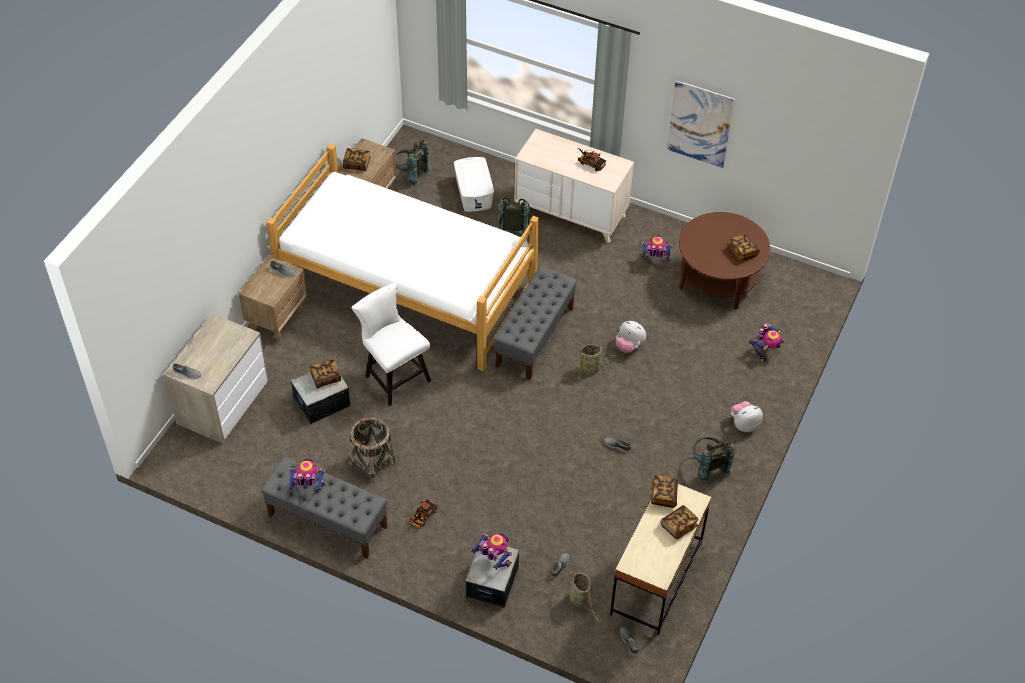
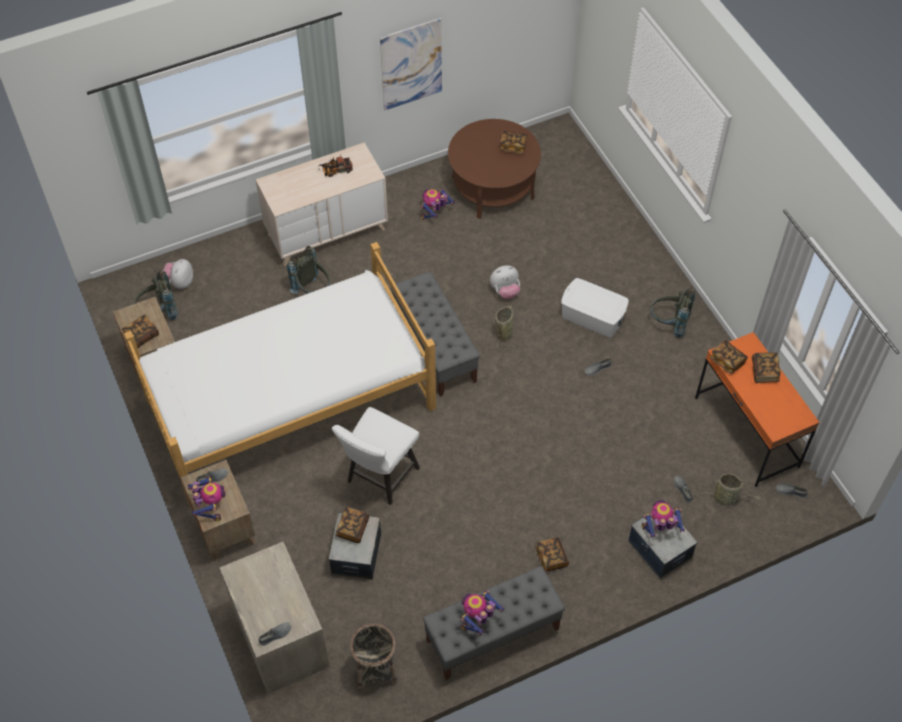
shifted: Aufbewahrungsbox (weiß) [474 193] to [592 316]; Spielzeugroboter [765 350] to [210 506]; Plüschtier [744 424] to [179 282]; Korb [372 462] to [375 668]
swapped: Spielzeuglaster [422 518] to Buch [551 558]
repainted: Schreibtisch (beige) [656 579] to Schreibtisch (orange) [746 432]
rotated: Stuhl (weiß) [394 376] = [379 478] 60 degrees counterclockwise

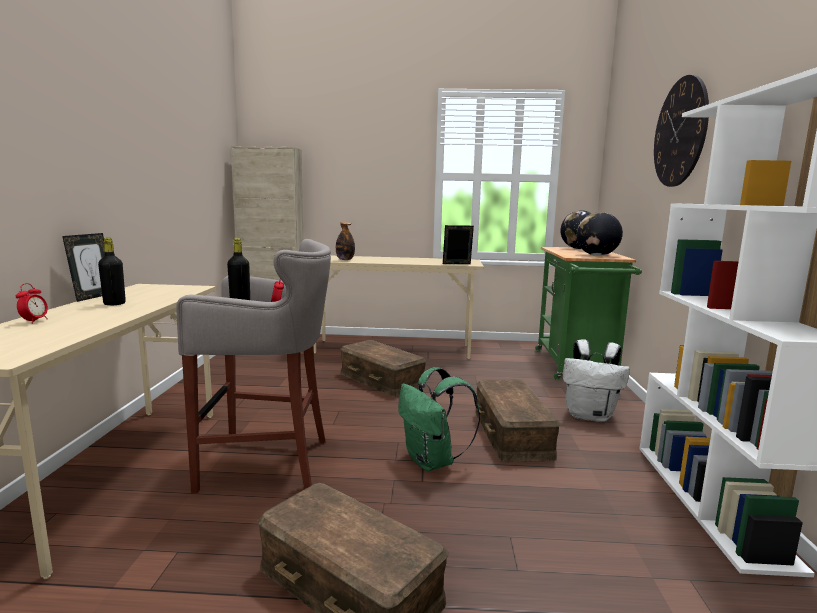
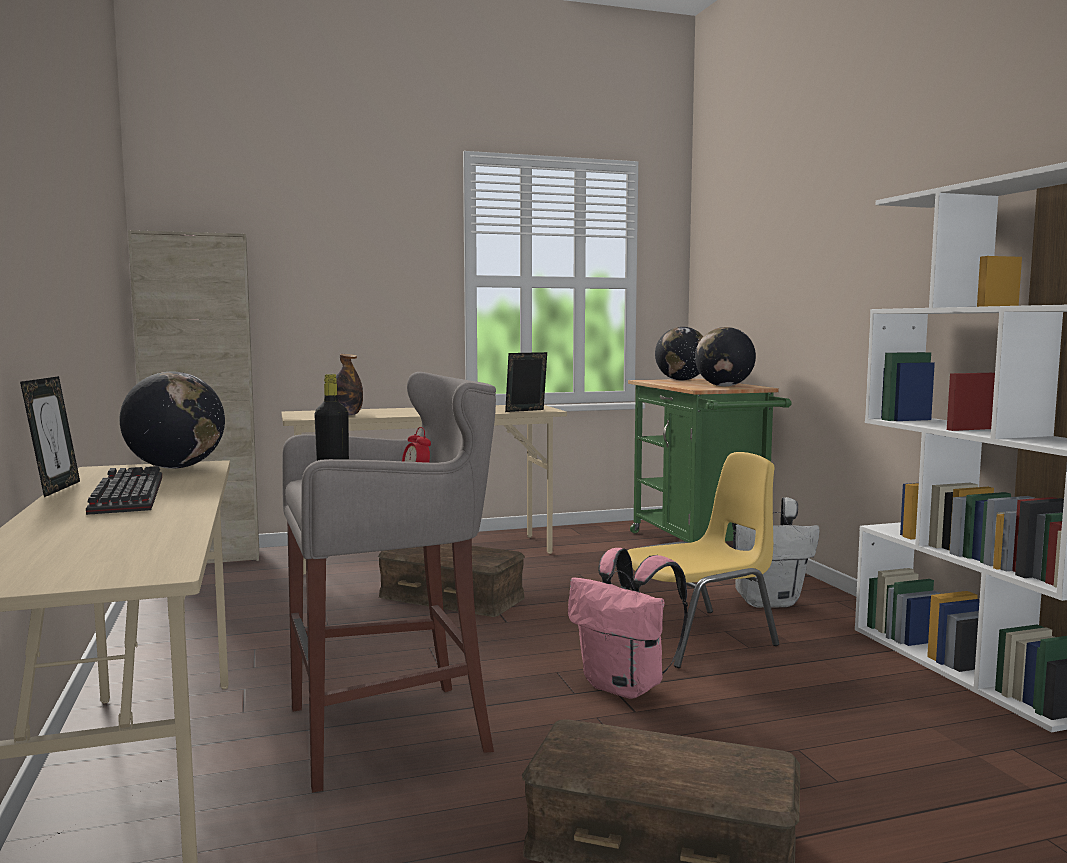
gone: Wanduhr [680 132]; Wecker [34 321]
new: Globus [176 467]
swapped: Flasche (schwarz) [114 304] to Tastatur [124 494]; Aufbewahrungsbox (braun) [513 433] to Stuhl (gelb) [696 637]
repainted: Rucksack (grün) [432 462] to Rucksack (rosa) [626 687]

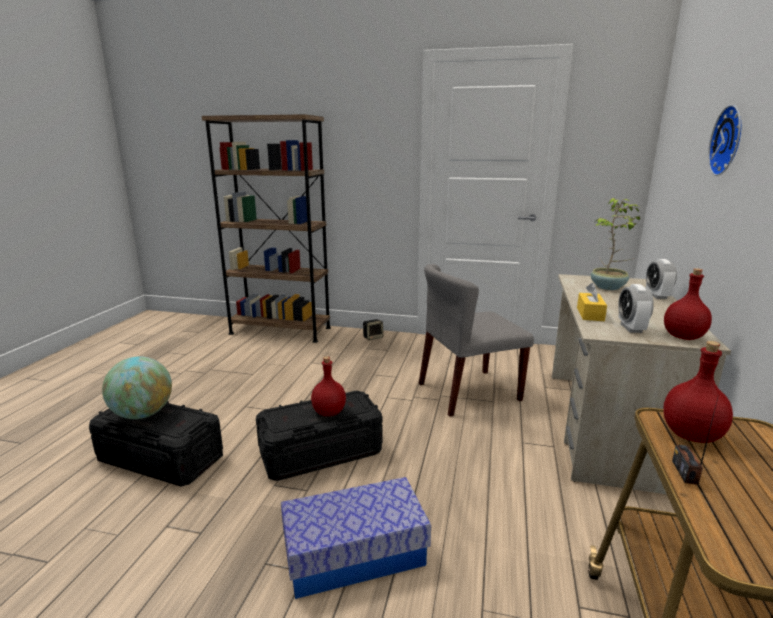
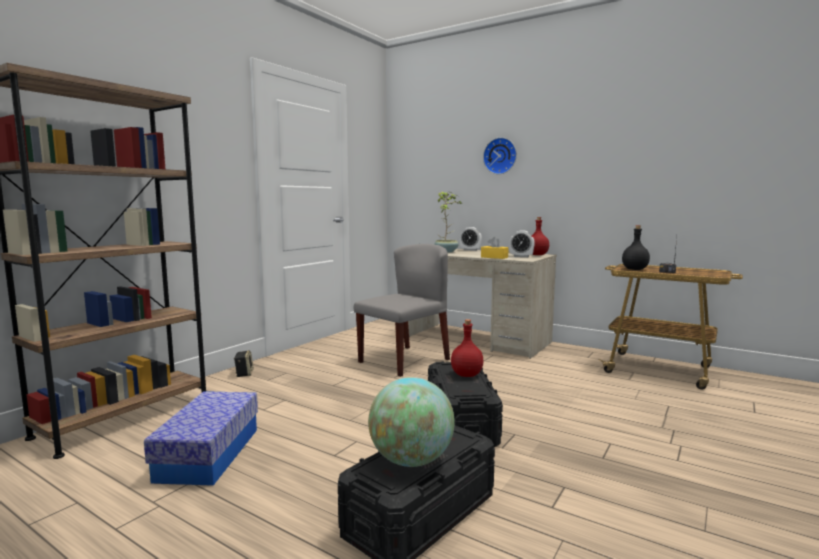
shifted: Aufbewahrungsbox [355 553] to [209 454]
repainted: Flasche (rot) [691 435] to Flasche (schwarz) [635 269]
rotated: Stuhl (grau) [468 392] = [404 360] 135 degrees counterclockwise

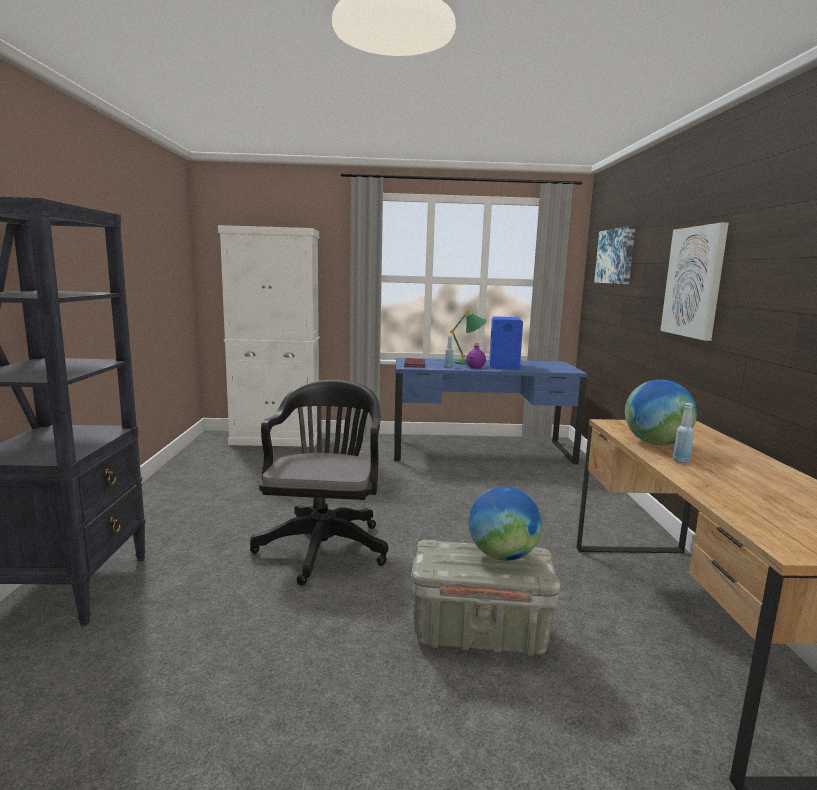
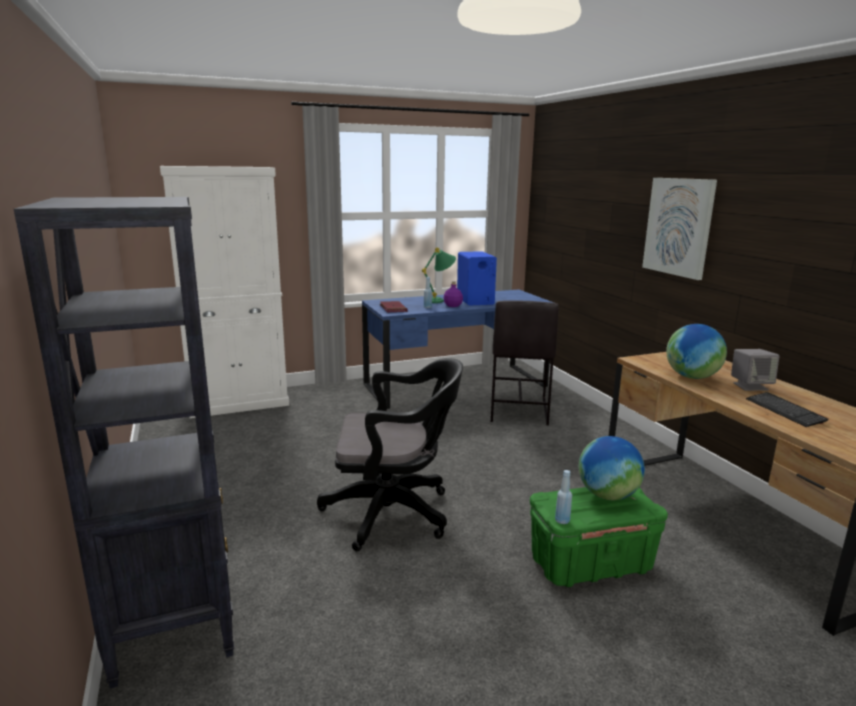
gone: Bild [616 256]
new: Hocker (grau) [518 410]; Lautsprecher (grau) [750 386]; Tastatur [784 411]
shifted: Flasche (blau) [680 461] to [562 520]
repainted: Aufbewahrungsbox (grau) [479 633] to Aufbewahrungsbox (grün) [590 564]
rotated: Bürostuhl (schwarz) [324 545] = [394 513] 105 degrees clockwise

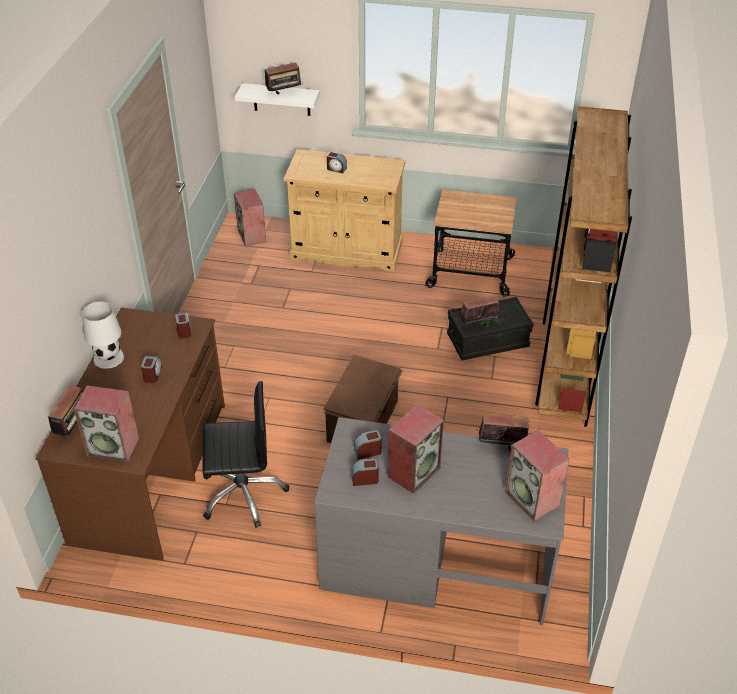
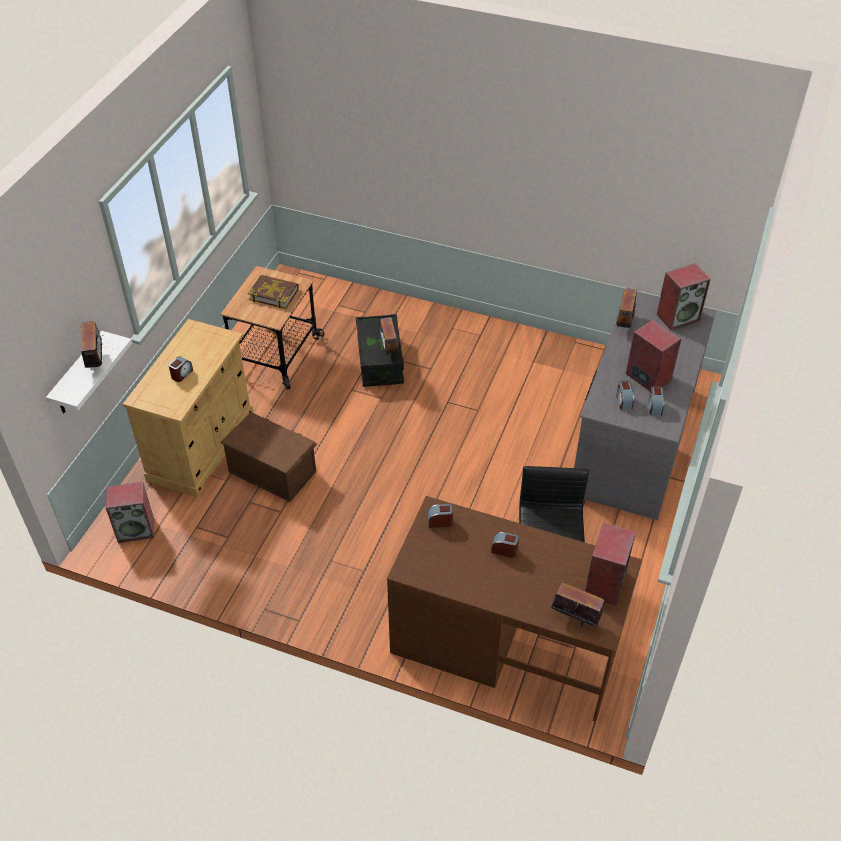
gone: Bücherregal (braun) [564 365]; Tischlampe (weiß) [108 358]
new: Buch [274 294]
shifted: Aufbewahrungsbox (braun) [364 421] to [272 470]

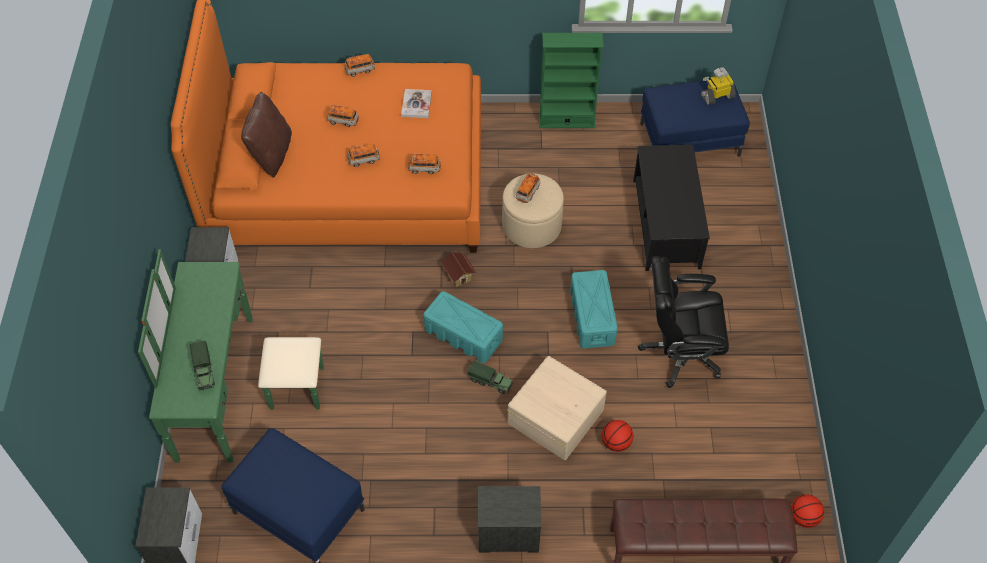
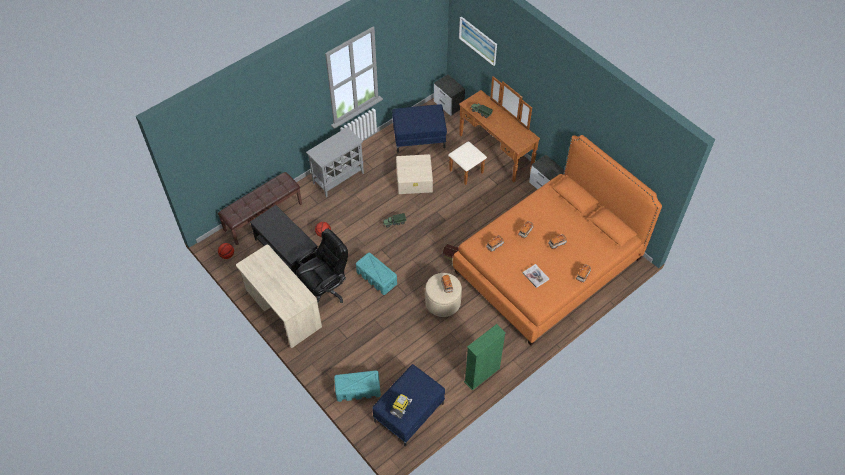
gone: Kissen (braun) [271 154]
new: Bild [478 40]; Schreibtisch (beige) [282 309]
shifted: Couchtisch (schwarz) [665 223] to [287 250]; Aufbewahrungsbox (türkis) [463 335] to [358 390]; Aufbewahrungsbox (beige) [555 415] to [414 180]
swapped: Nachttisch [507 532] to Schrank (grau) [338 178]
repainted: Kommode (grün) [234 387] to Kommode (braun) [489 156]

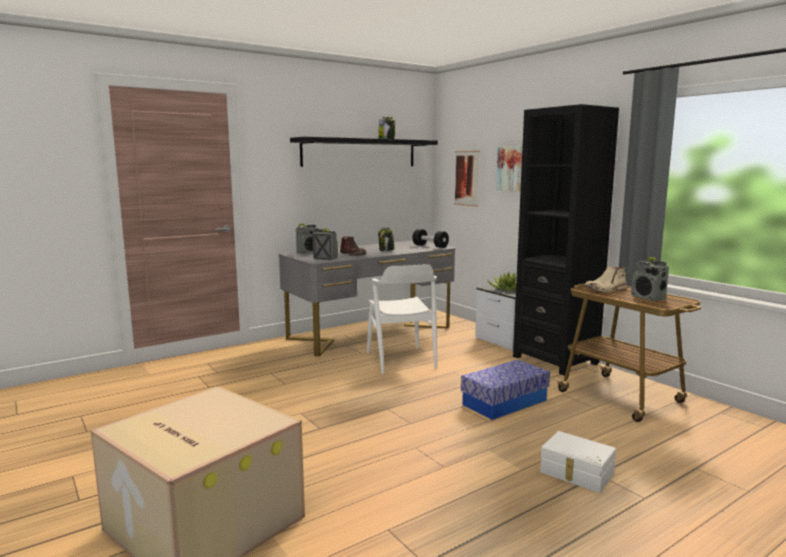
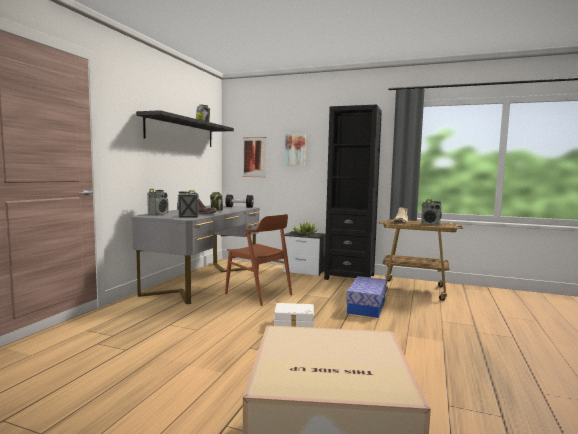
shifted: Aufbewahrungsbox (weiß) [576 473] to [294 325]
repainted: Stuhl (weiß) [400 360] to Stuhl (braun) [258 294]

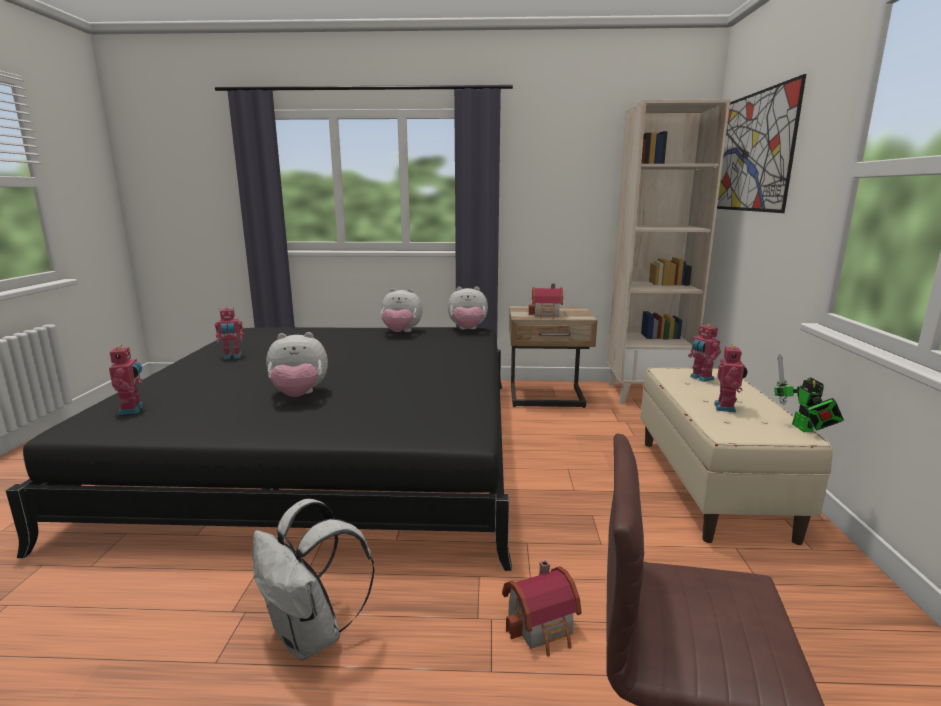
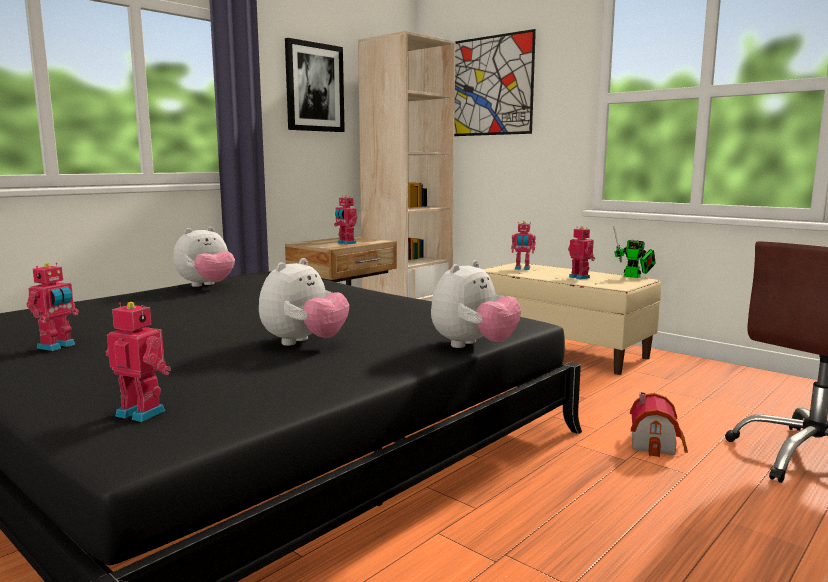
gone: Rucksack (weiß) [312 635]
new: Bild [314 87]
shifted: Plüschtier [467 330] to [473 346]
swapped: Spielzeughaus [547 314] to Spielzeugroboter [346 243]

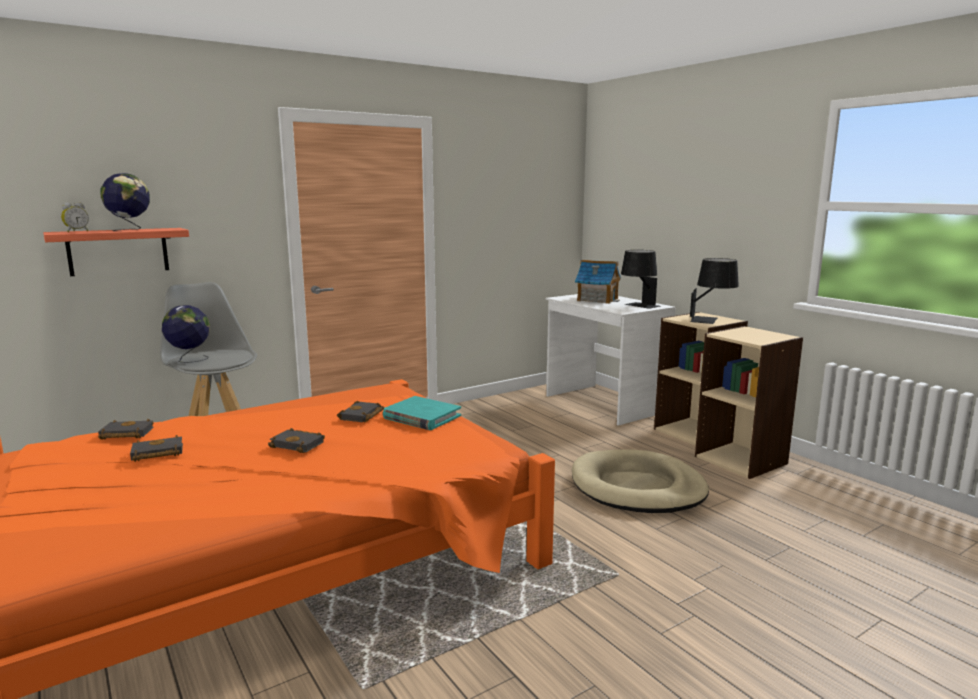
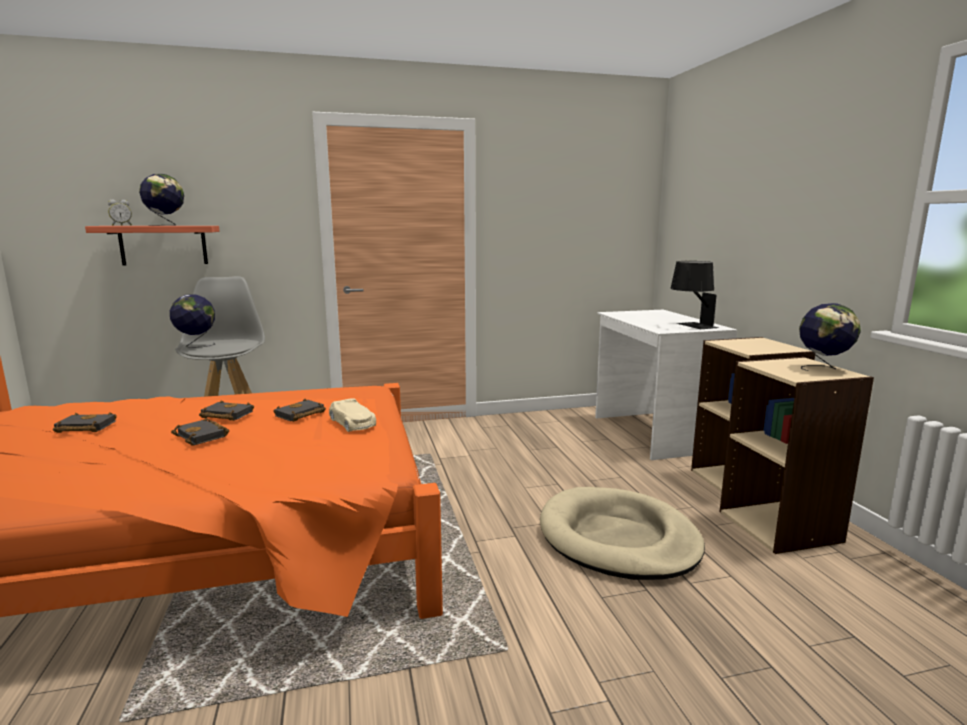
gone: Tischlampe (schwarz) [712 320]; Spielzeughaus [597 299]
new: Globus [823 368]
shifted: Buch (schwarz) [125 434] to [225 415]
swapped: Buch (türkis) [421 417] to Spielzeugauto (beige) [352 423]

